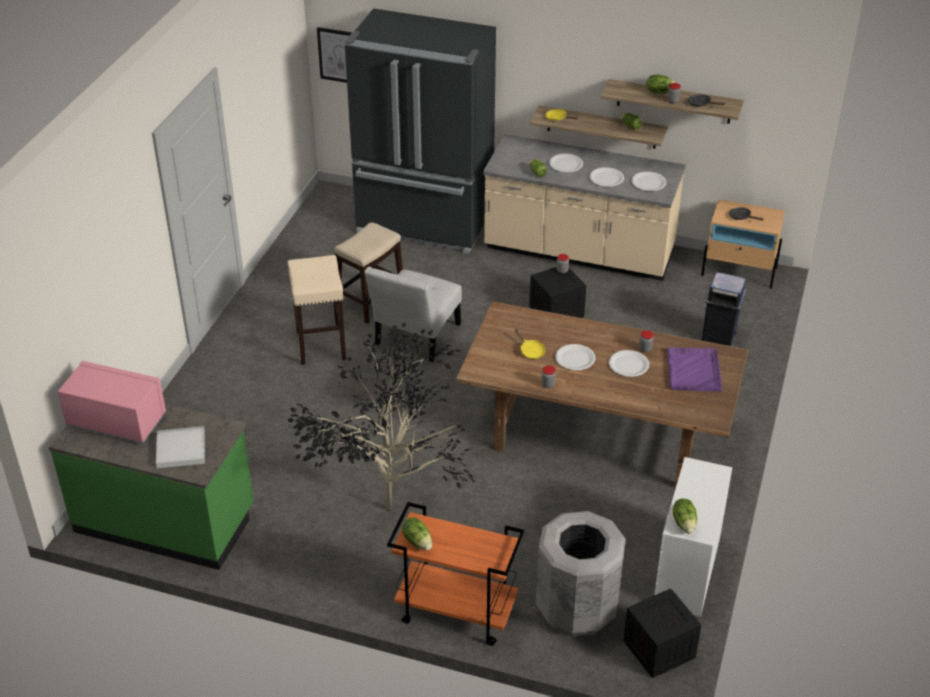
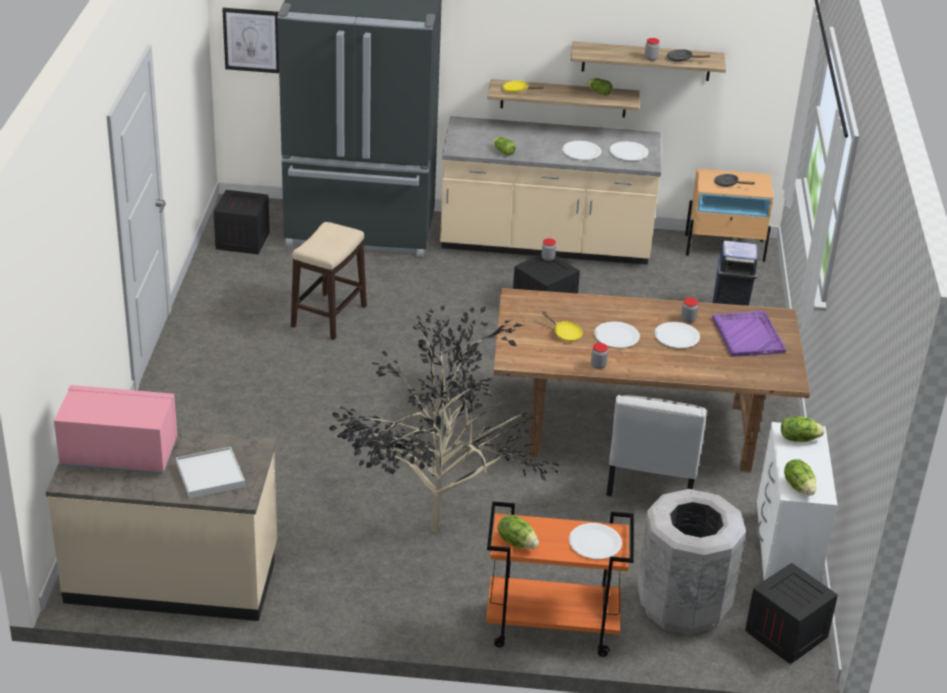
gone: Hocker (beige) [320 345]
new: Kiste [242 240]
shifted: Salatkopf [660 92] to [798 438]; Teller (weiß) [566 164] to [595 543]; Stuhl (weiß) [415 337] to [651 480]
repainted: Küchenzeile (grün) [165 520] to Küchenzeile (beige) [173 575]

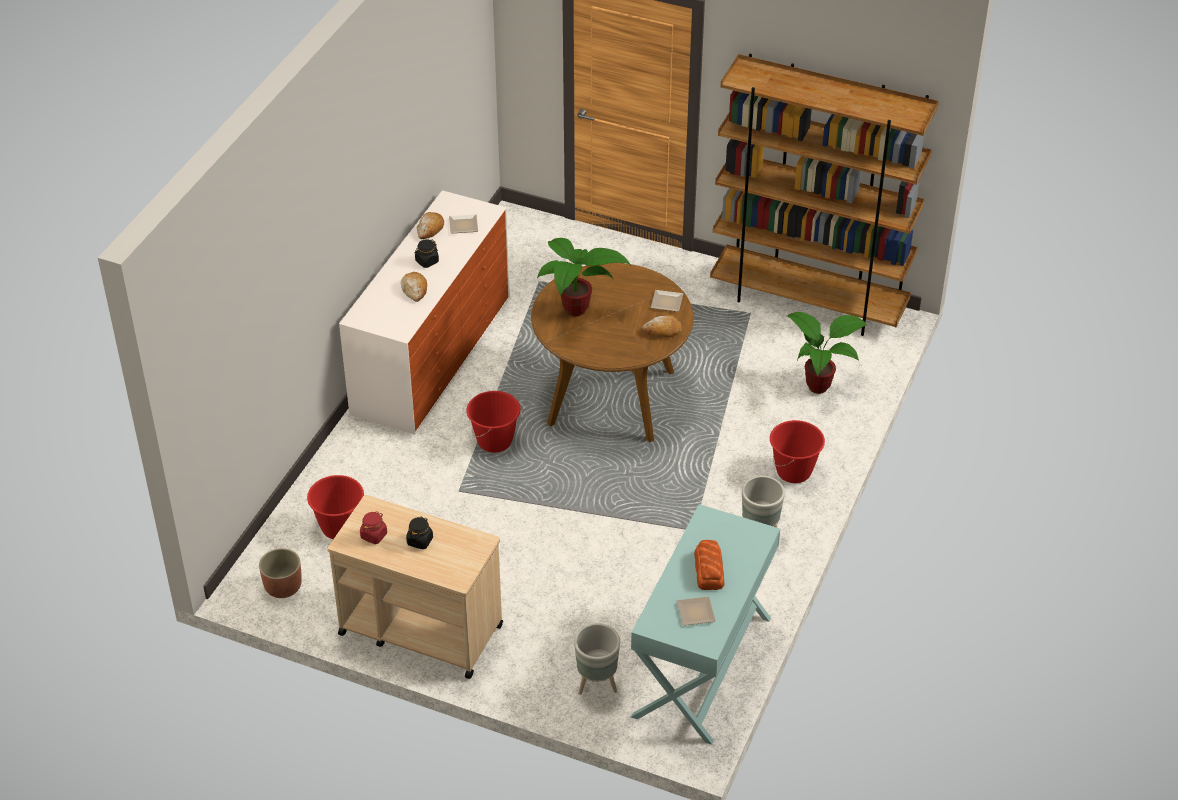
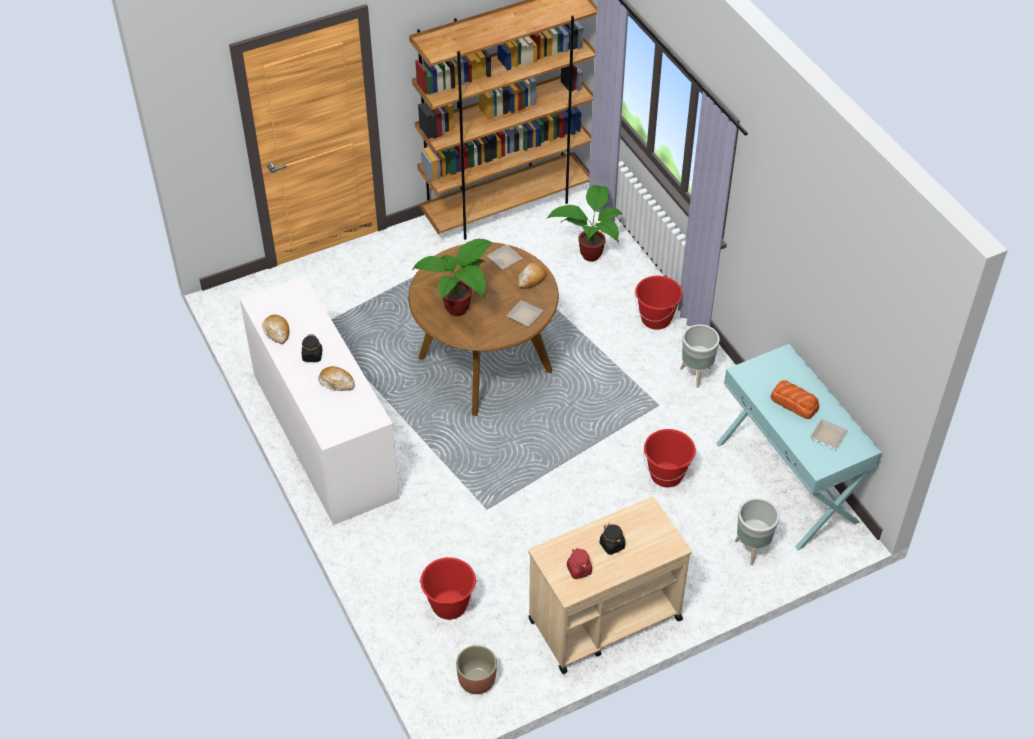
shifted: Teller [462 226] to [525 316]; Eimer (rot) [495 441] to [666 475]

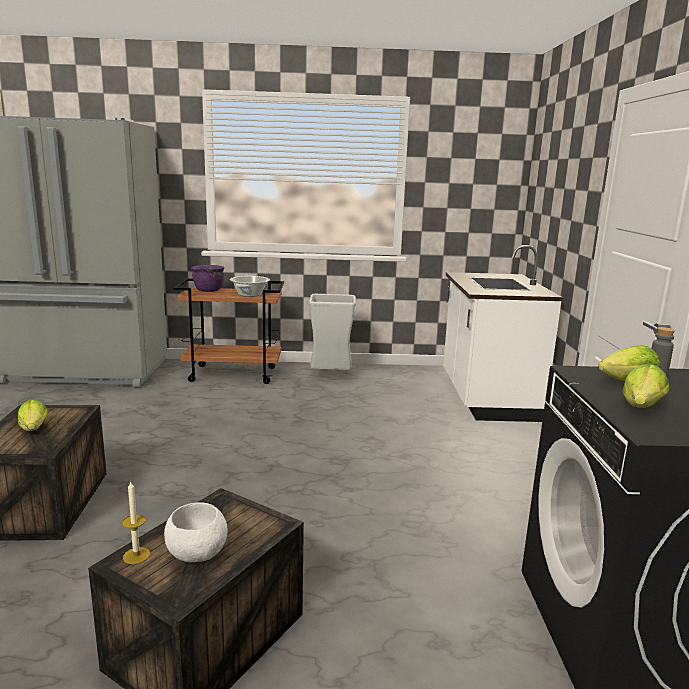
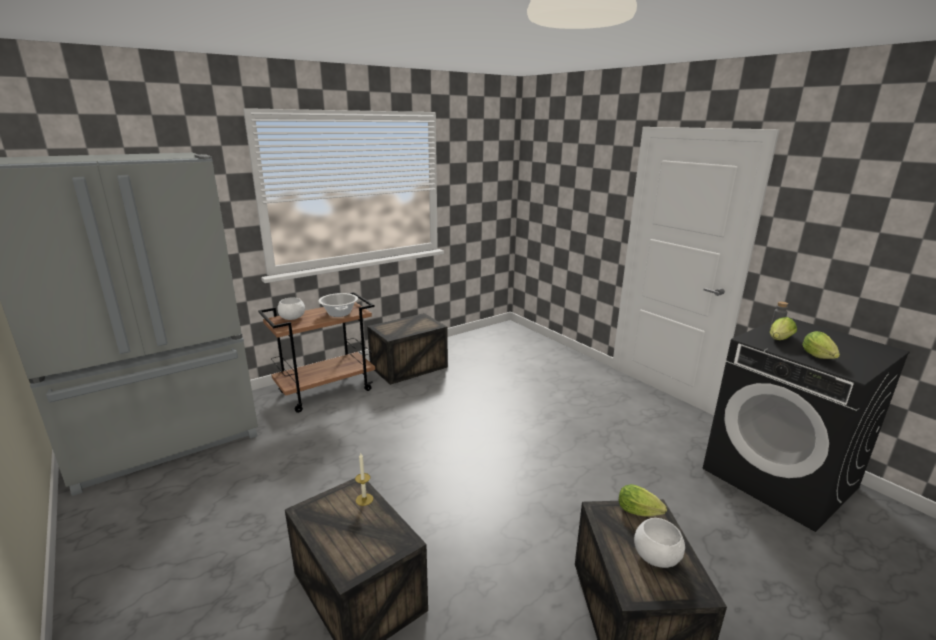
gone: Küchenzeile (weiß) [486 398]
shifted: Salatkopf [34 430] to [641 513]; Kerze [136 555] to [364 499]
swapped: Kochtopf (lila) [208 290] to Schüssel (weiß) [292 318]; Mülleimer (grau) [331 377] to Kiste [409 366]

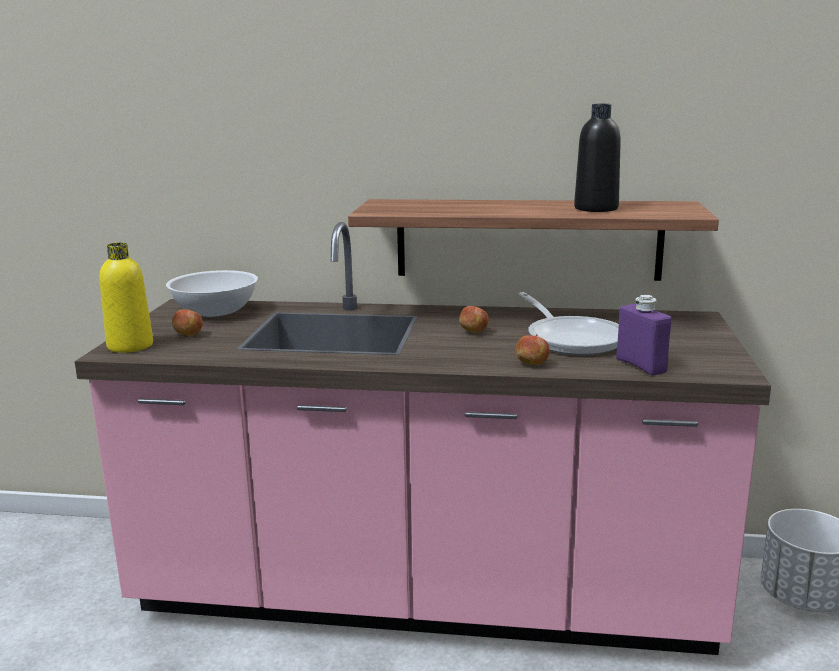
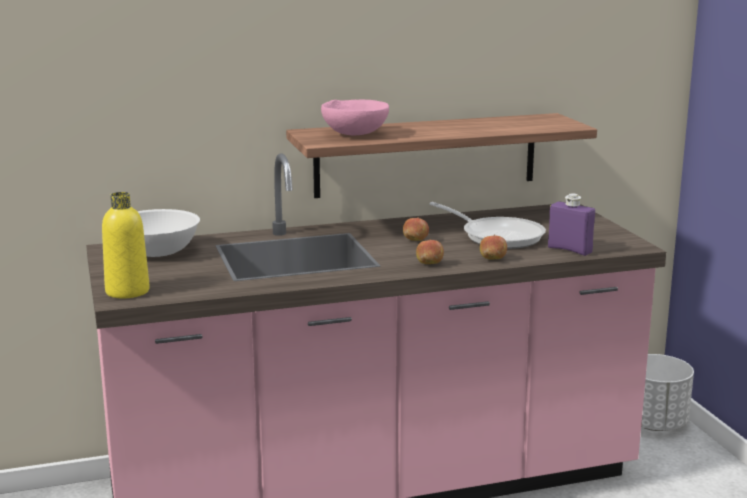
gone: Flasche (schwarz) [596 208]
new: Schüssel (rosa) [355 134]
shifted: Apfel [188 335] to [429 264]

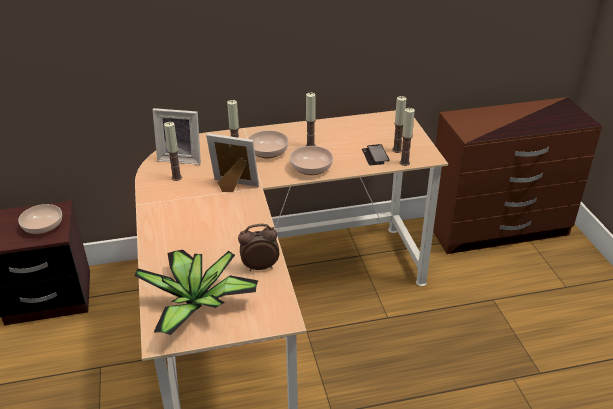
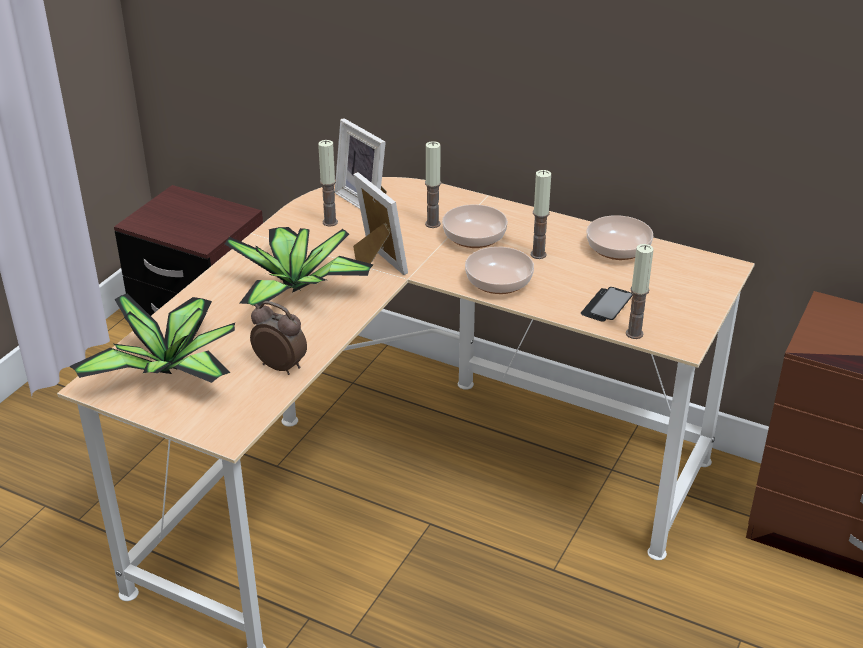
gone: Kerze [397 150]
new: Topfpflanze [298 288]
shifted: Schüssel [43 226] to [618 250]

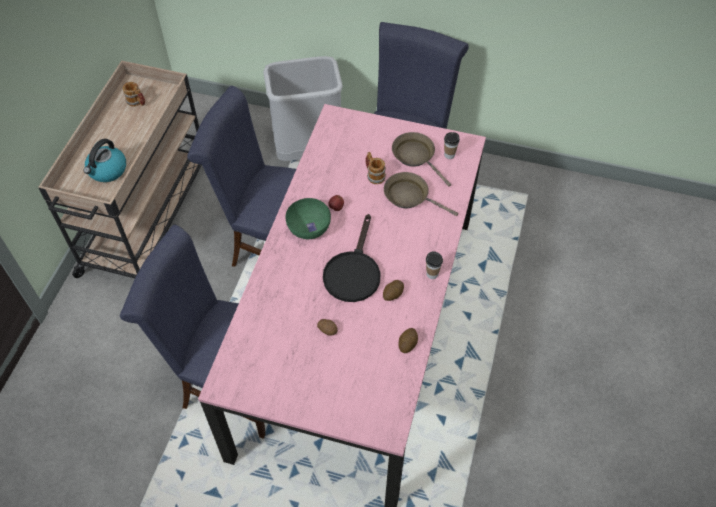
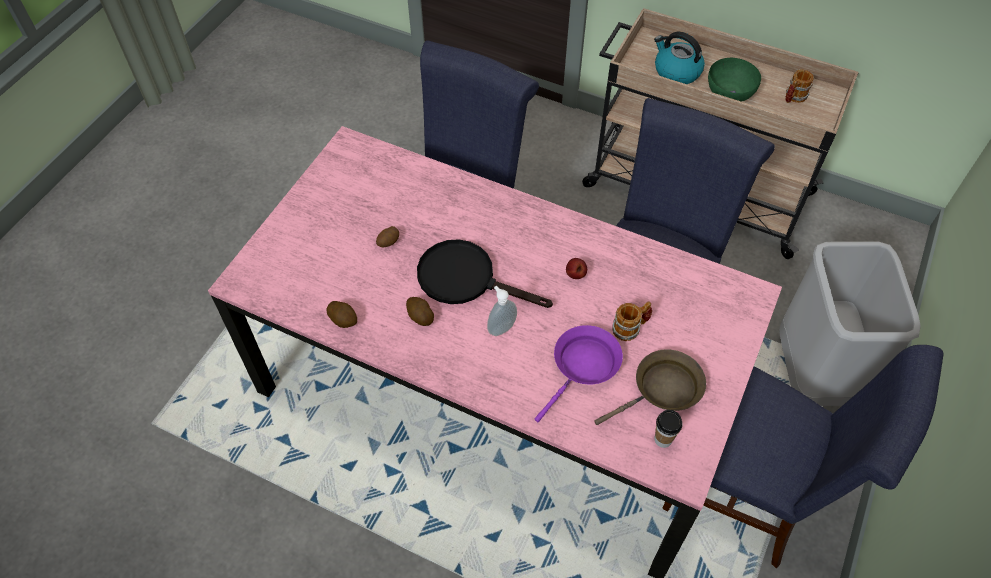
gone: Tasse [432 274]
new: Seifenspender [501 328]
shifted: Schüssel (grün) [308 227] to [730 92]
repainted: Pfanne (braun) [410 196] to Pfanne (lila) [583 366]

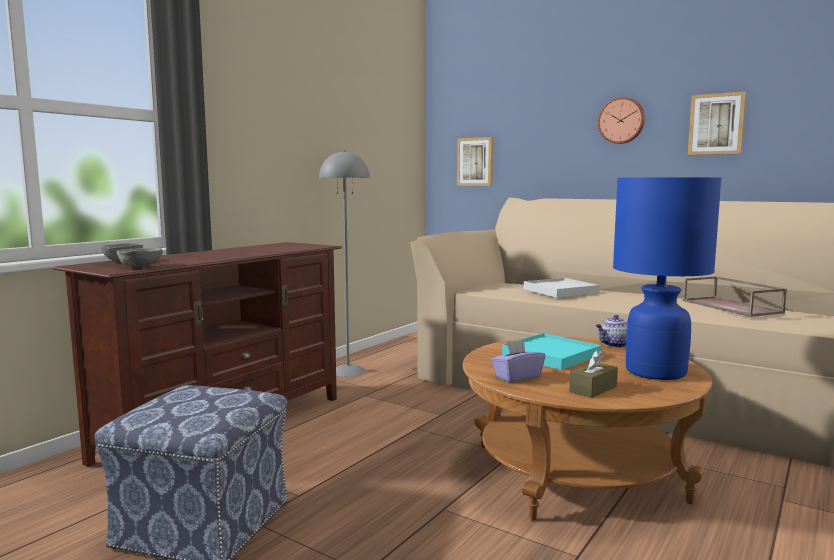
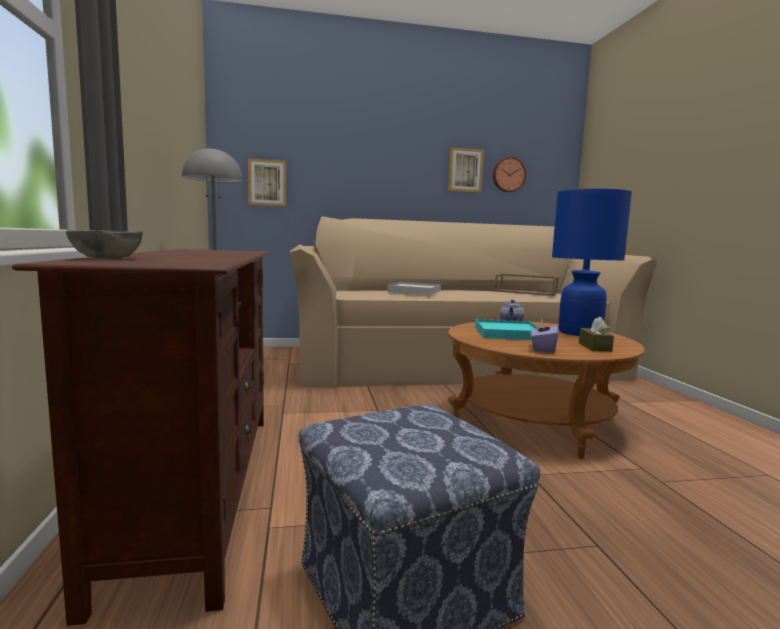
gone: Schüssel (grau) [141 267]
shifted: Wanduhr [621 120] to [508 175]

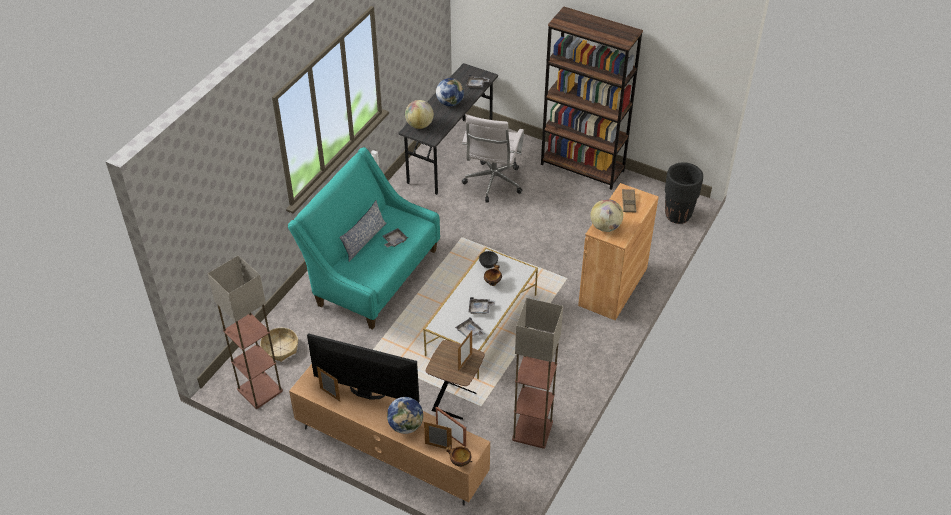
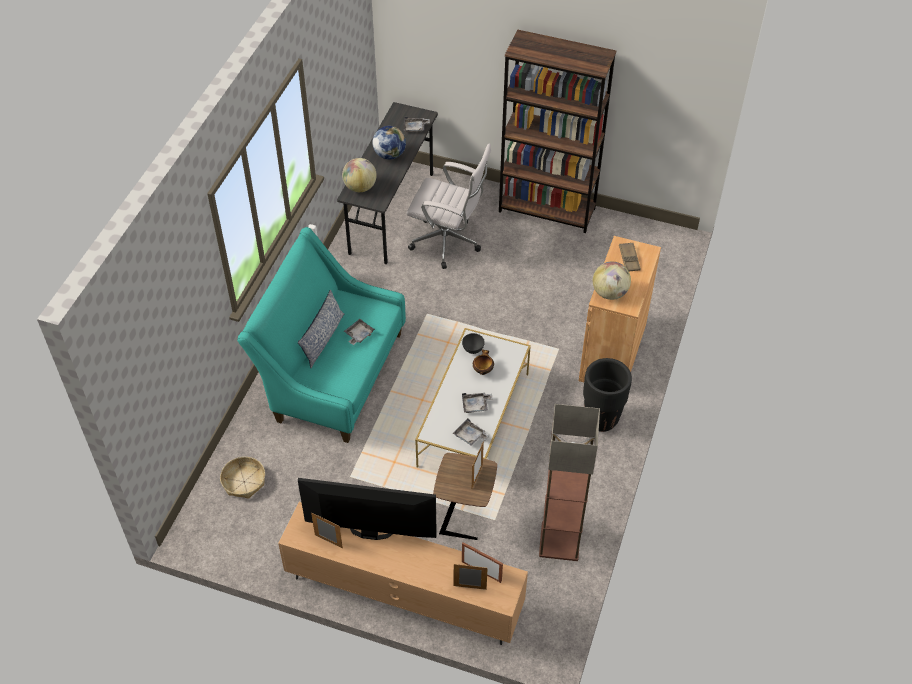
gone: Stehlampe [259 390]; Globus [406 425]; Schüssel [459 462]
shifted: Pflanzkübel (schwarz) [678 215] to [601 419]
rotated: Bürostuhl (weiß) [493 184] = [449 243] 75 degrees counterclockwise

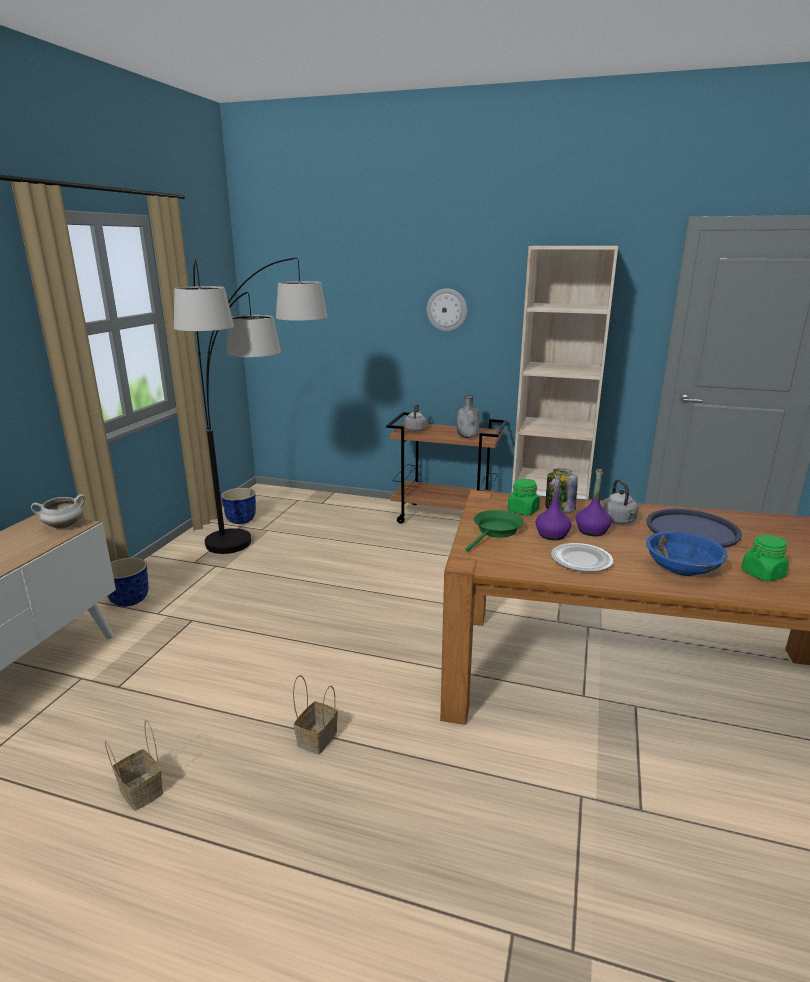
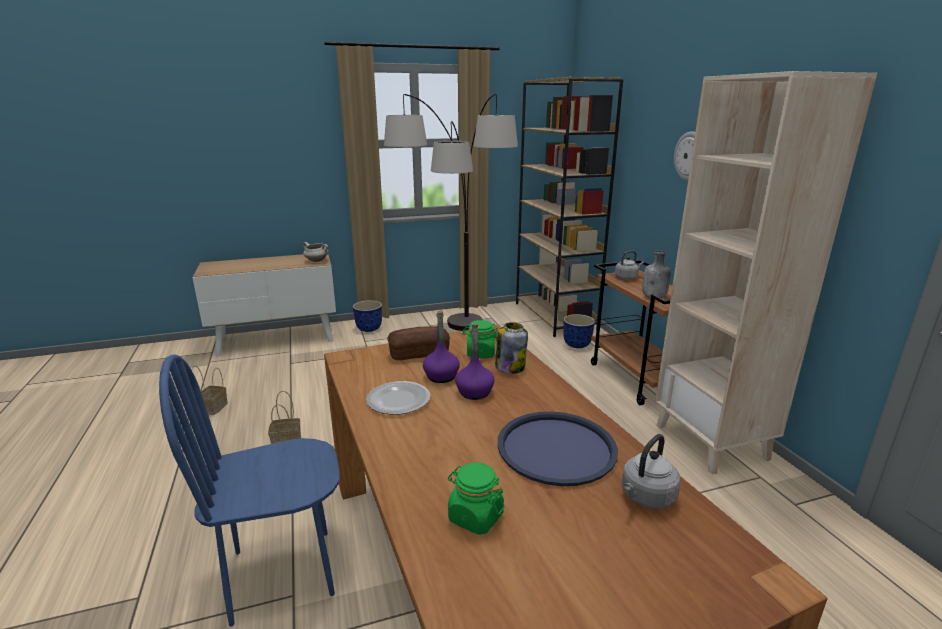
gone: Schüssel (blau) [682 569]
new: Bücherregal (braun) [555 316]; Stuhl (blau) [282 573]
shifted: Wasserkessel (grau) [619 521] to [646 497]; Pflanzkübel [240 520] to [576 344]
swapped: Pfanne (grün) [495 531] to Brot [419 353]

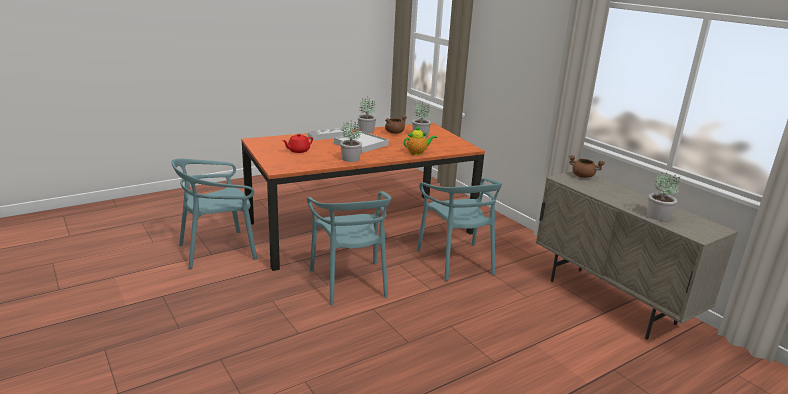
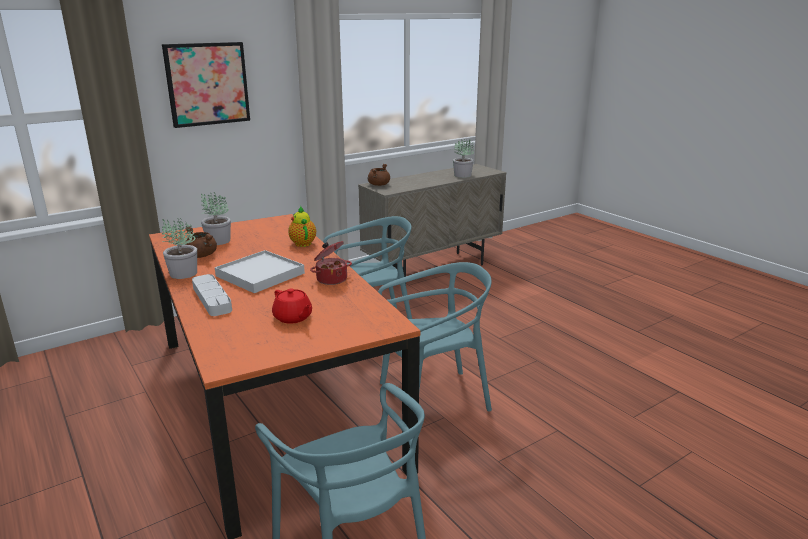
new: Bild [207 84]
swapped: Topfpflanze [350 158] to Kochtopf [331 279]

